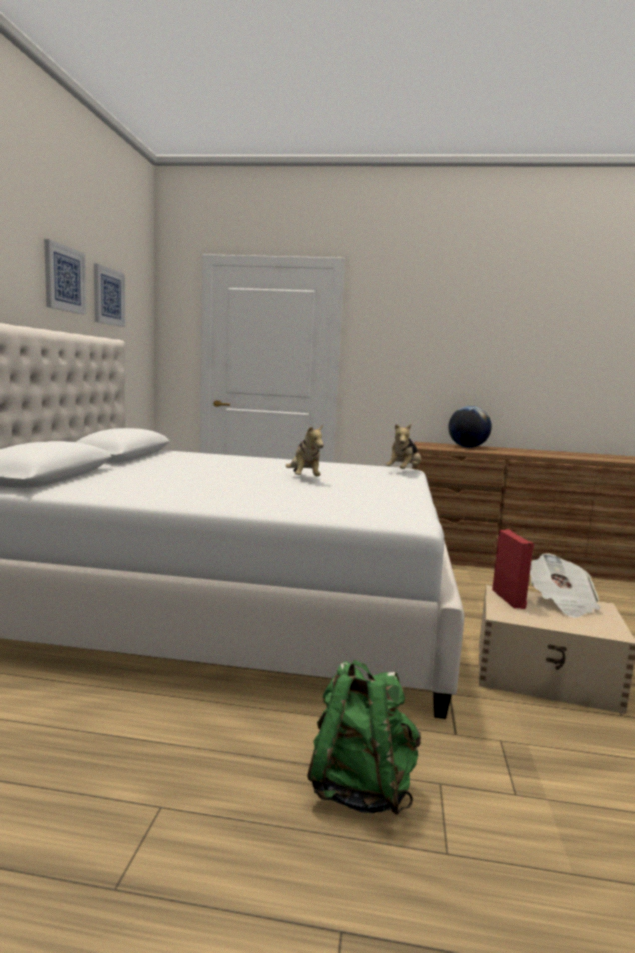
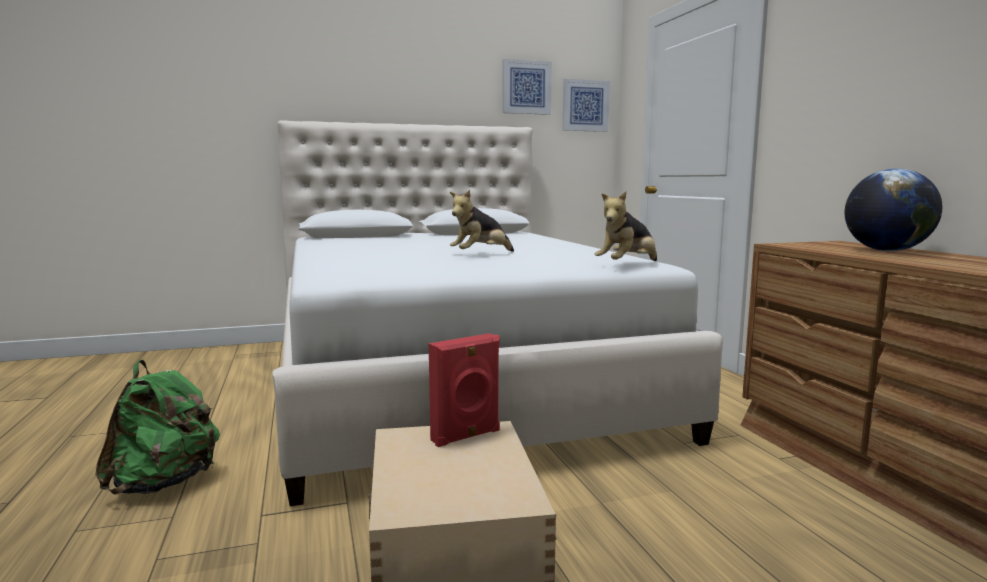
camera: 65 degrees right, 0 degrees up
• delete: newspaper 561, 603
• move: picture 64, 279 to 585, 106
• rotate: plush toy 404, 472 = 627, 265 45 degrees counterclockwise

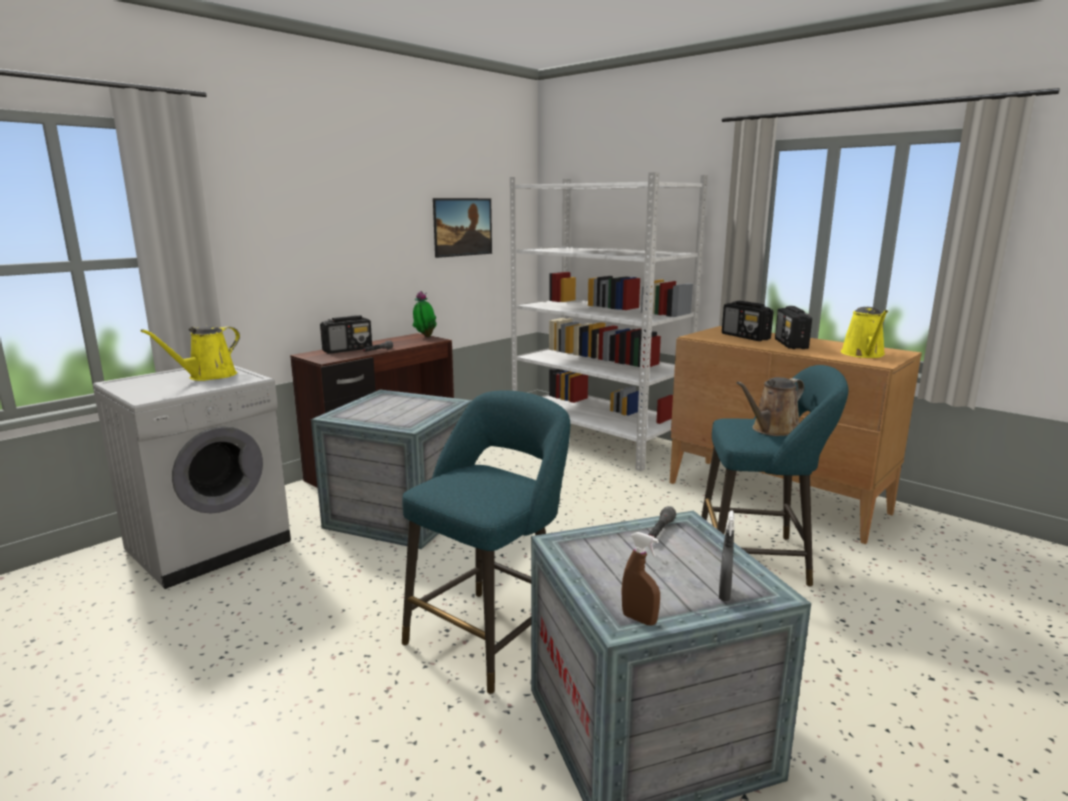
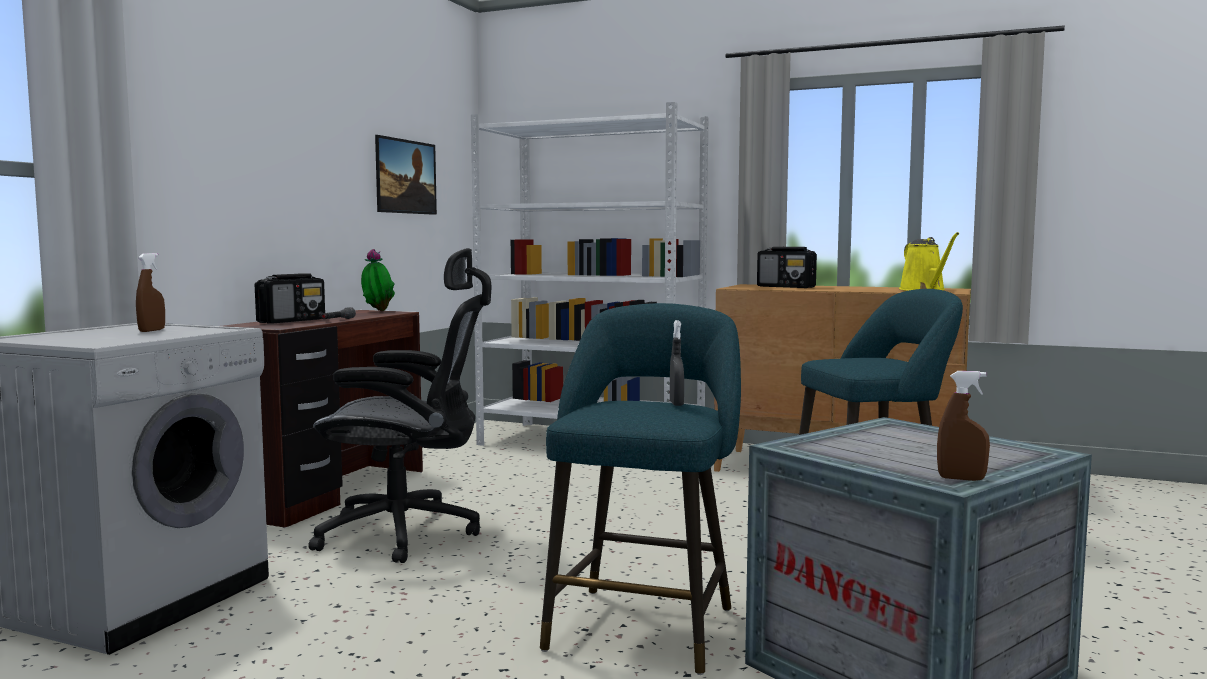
camera: 20 degrees left, 10 degrees down
• delete: flashlight in grey 660, 531
• delete: watering can in brown 772, 430
• delete: radio 791, 344
• move: spray bottle in grey 724, 594 to 676, 404
• replace: watering can in yellow 208, 376 to spray bottle in brown 152, 330
• replace: crate 401, 514 to office chair 406, 534

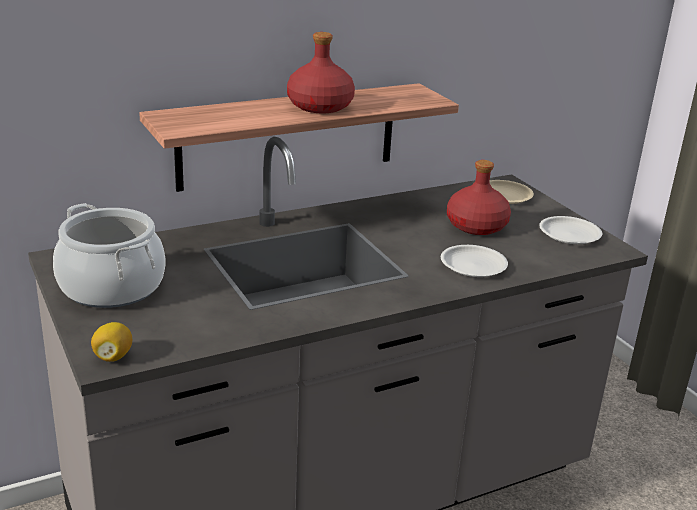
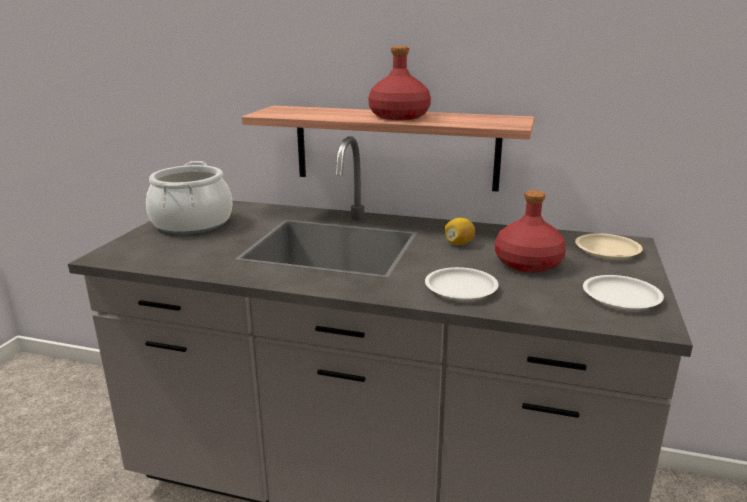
camera: 45 degrees right, 5 degrees down
• move: lemon 113, 356 to 458, 243

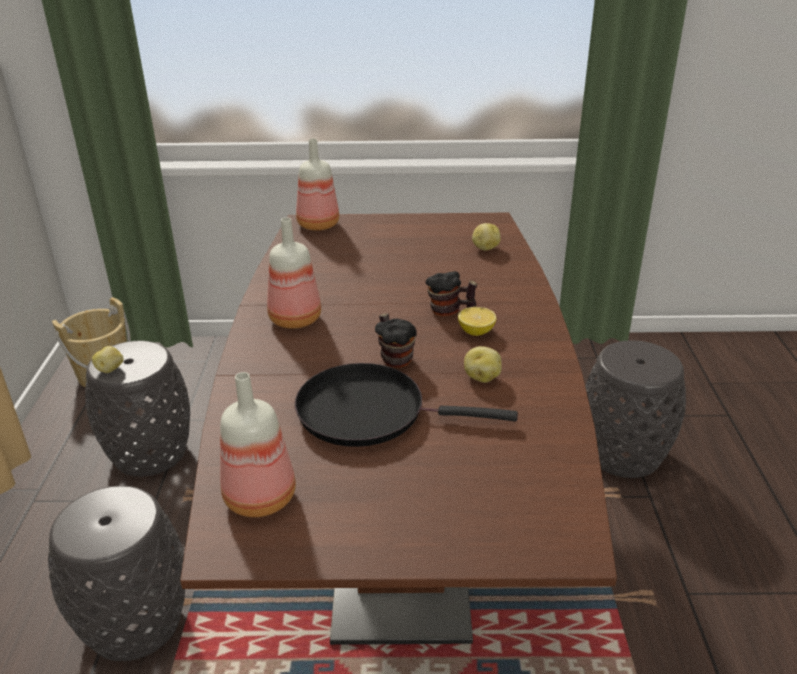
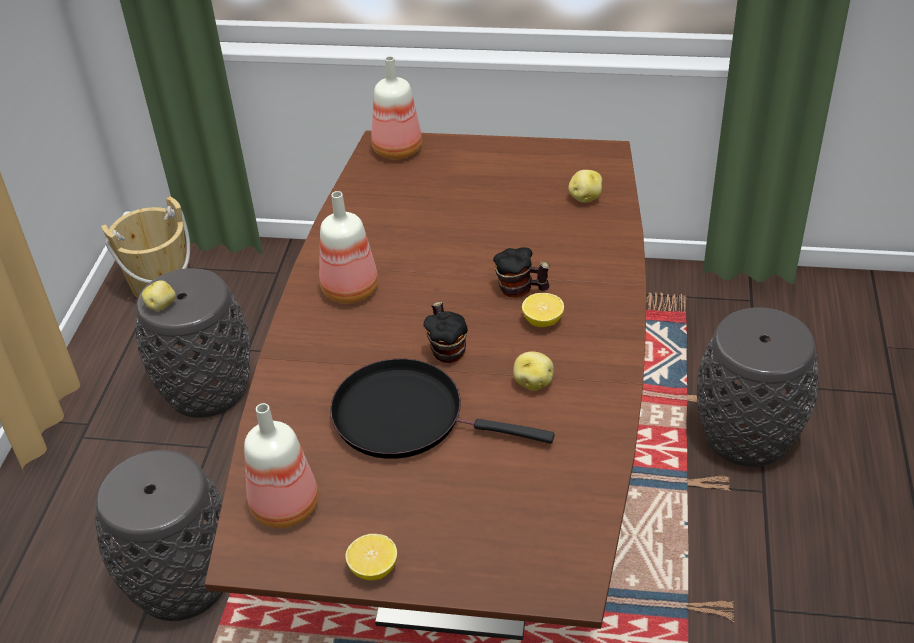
camera: 10 degrees right, 10 degrees up
• insert: lemon 373, 569

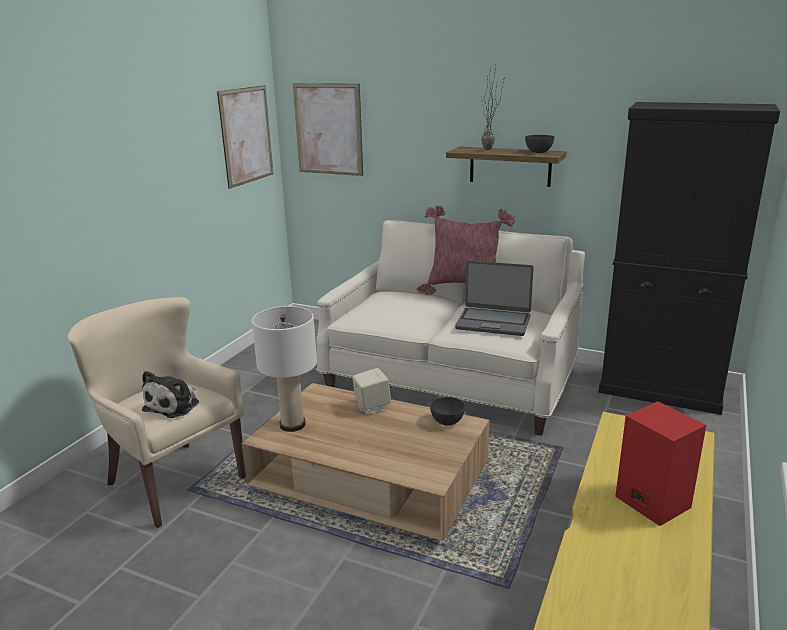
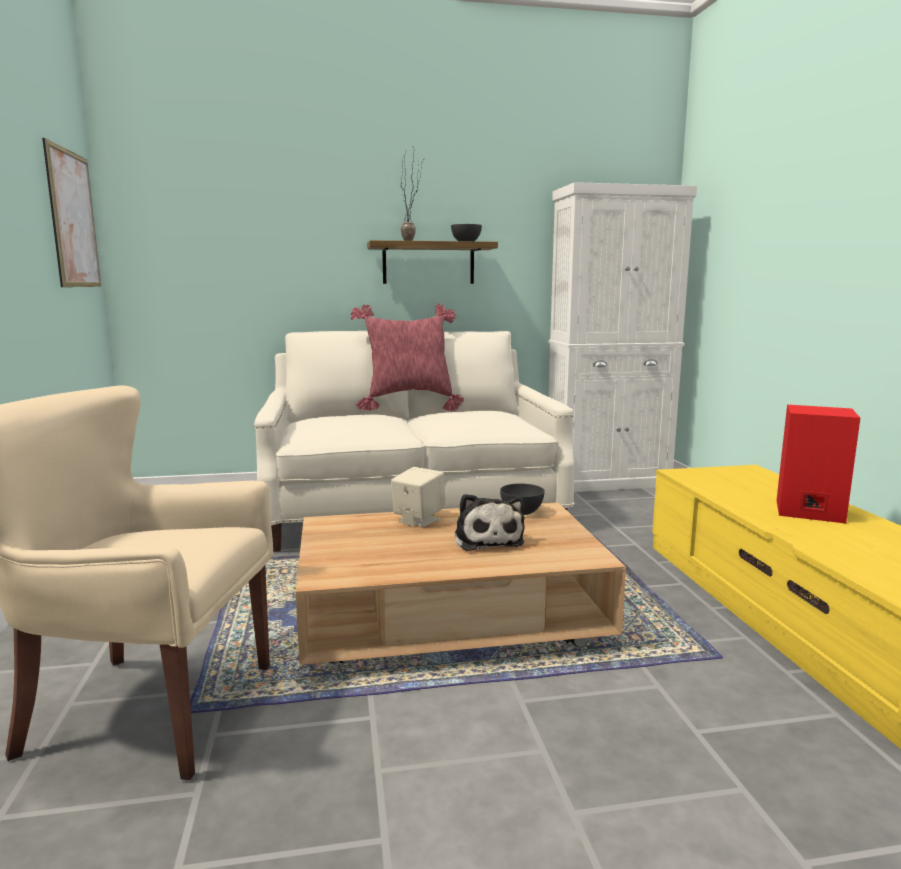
camera: 35 degrees left, 10 degrees down
• delete: table lamp in white 293, 424
• delete: picture 328, 129
• delete: laptop 493, 322
• move: plush toy 174, 405 to 487, 539
• recolor: cabinet in black 660, 390 to cabinet in white 607, 481

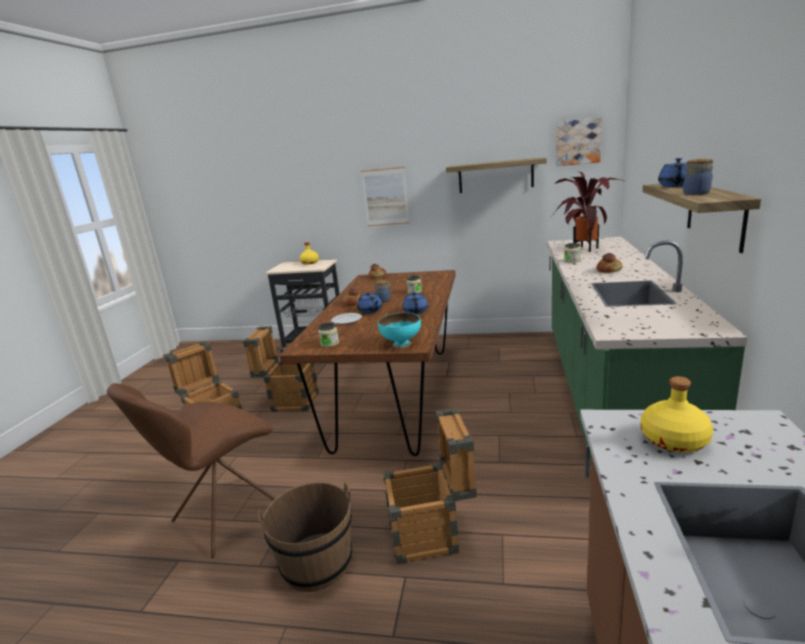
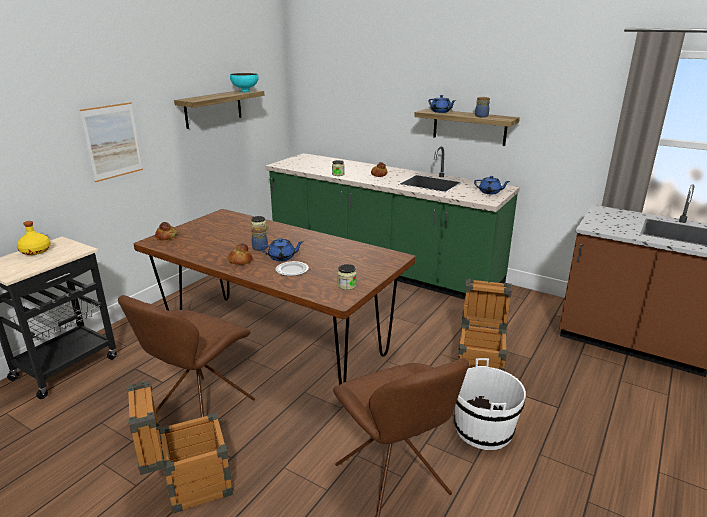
camera: 70 degrees left, 5 degrees up
• delete: potted plant 583, 249
• delete: picture 577, 142
• delete: bottle in yellow 673, 440
• move: bowl in turquoise 401, 344 to 245, 92
• move: teapot in blue 415, 312 to 490, 192
• replace: crate 289, 402 to chair in brown 200, 411
• recolor: bucket in brown 317, 562 to bucket in white 483, 429

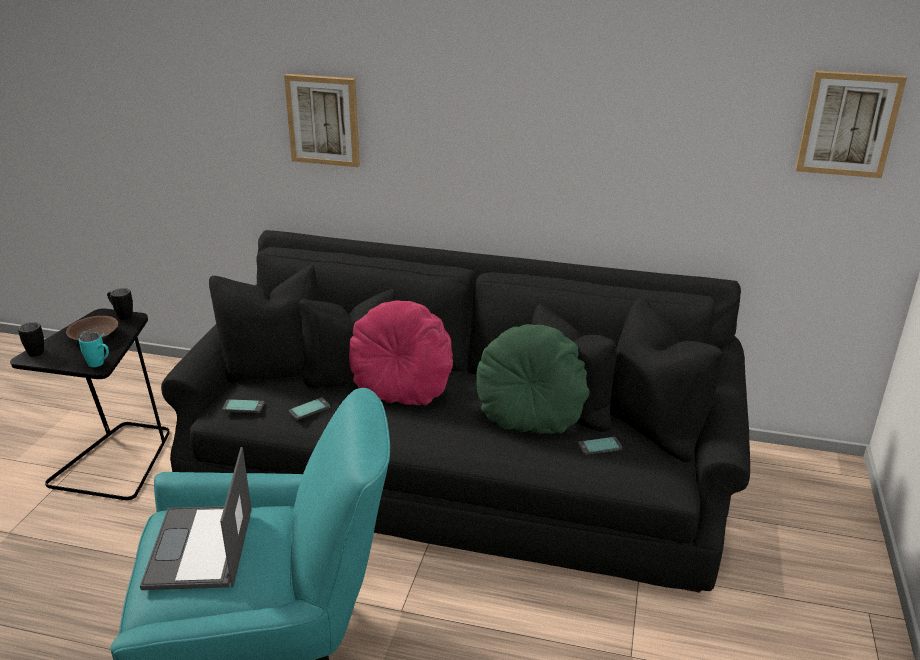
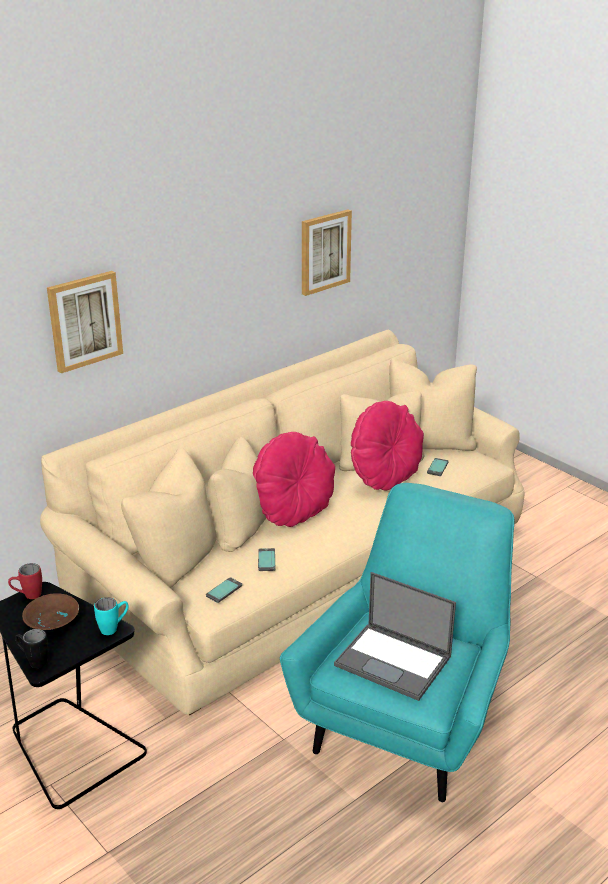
camera: 55 degrees left, 0 degrees up
• move: picture 848, 124 to 324, 251
• recolor: mug in black 121, 315 to mug in red 28, 596
• recolor: sofa in black 459, 472 to sofa in beige 304, 566
• recolor: pillow in green 530, 422 to pillow in pink 385, 479

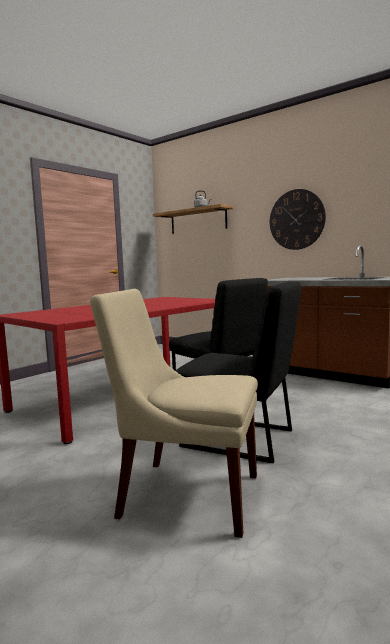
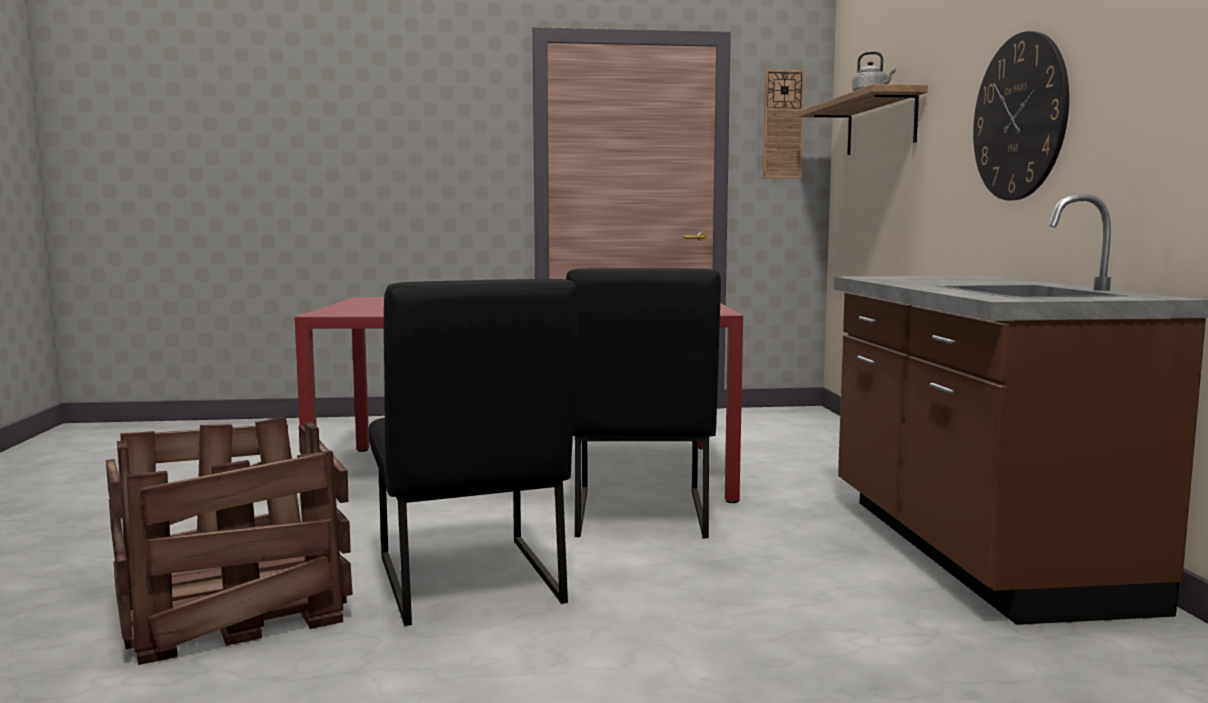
camera: 45 degrees right, 0 degrees up
• insert: wall clock 783, 124
• replace: chair in beige 185, 495 to crate 234, 606

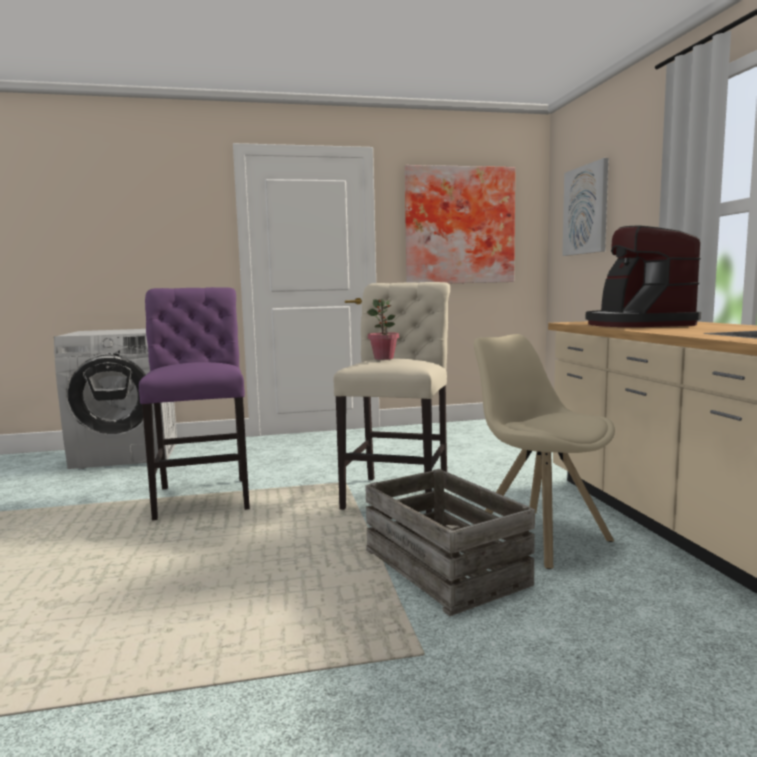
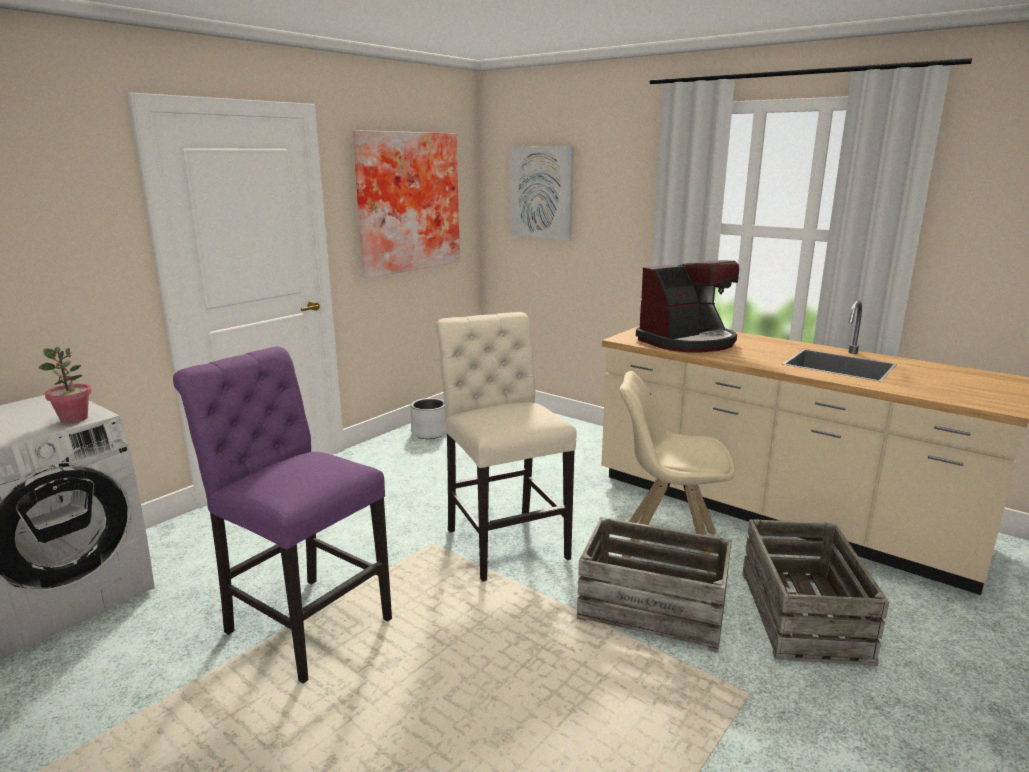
camera: 40 degrees left, 10 degrees up
• insert: planter in grey 429, 433
• insert: crate 801, 615
• move: potted plant 384, 358 to 74, 419
• rotate: coffee machine 636, 324 = 688, 342 75 degrees counterclockwise

